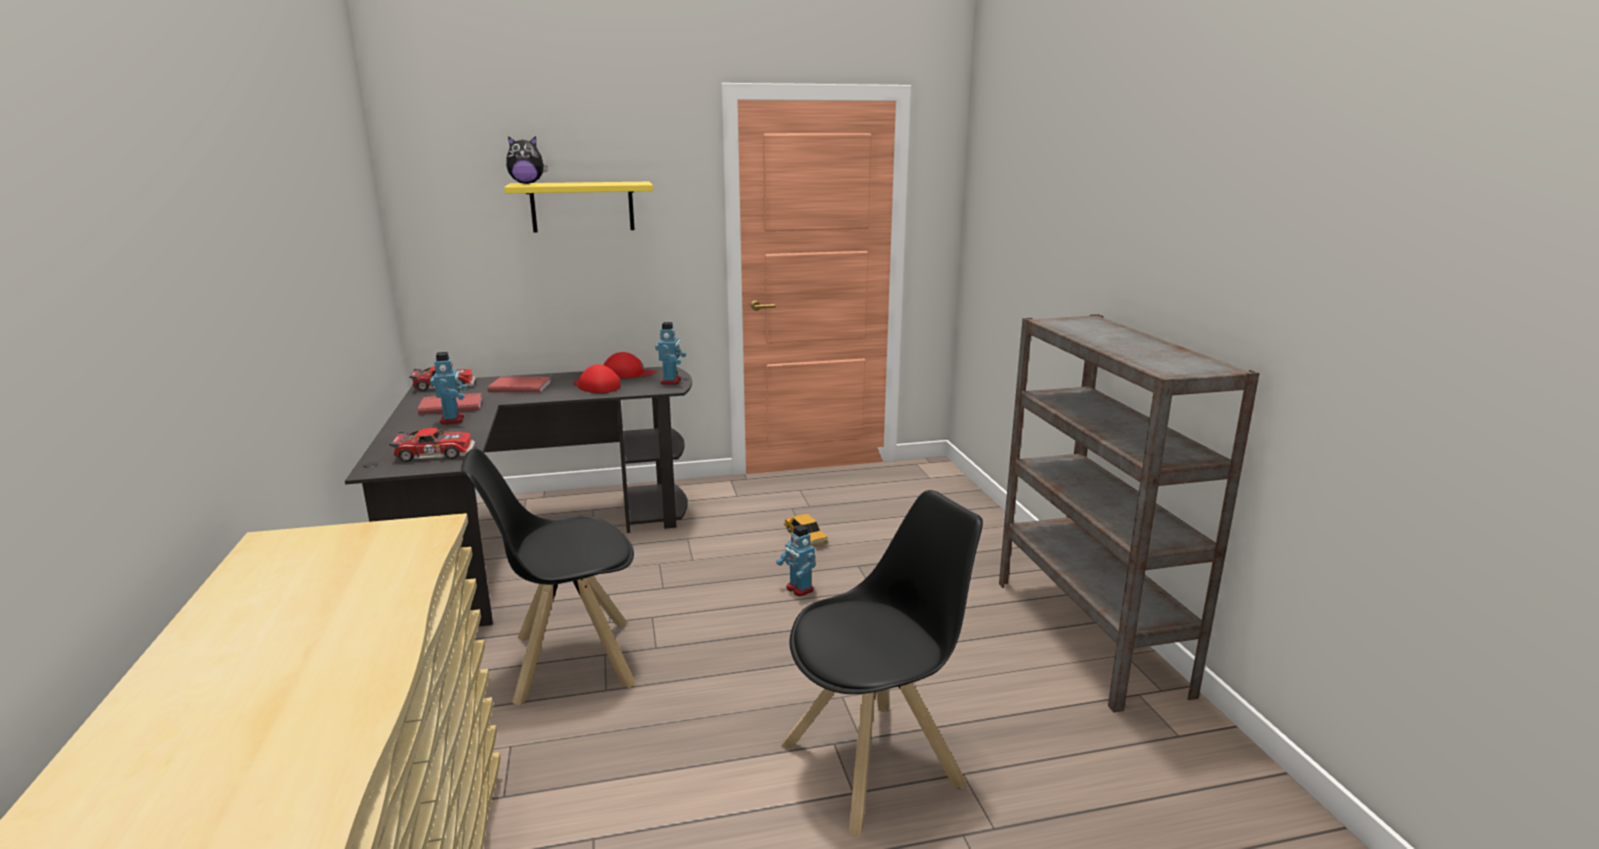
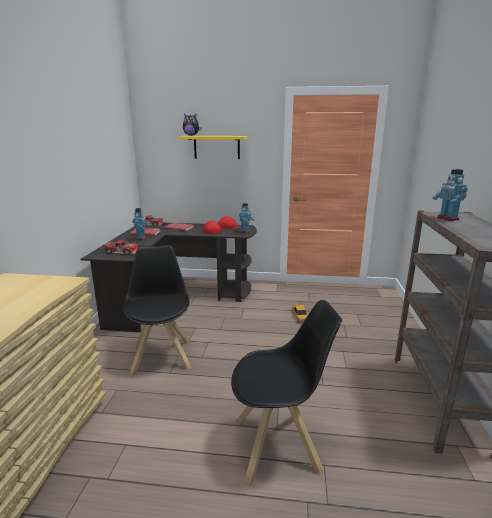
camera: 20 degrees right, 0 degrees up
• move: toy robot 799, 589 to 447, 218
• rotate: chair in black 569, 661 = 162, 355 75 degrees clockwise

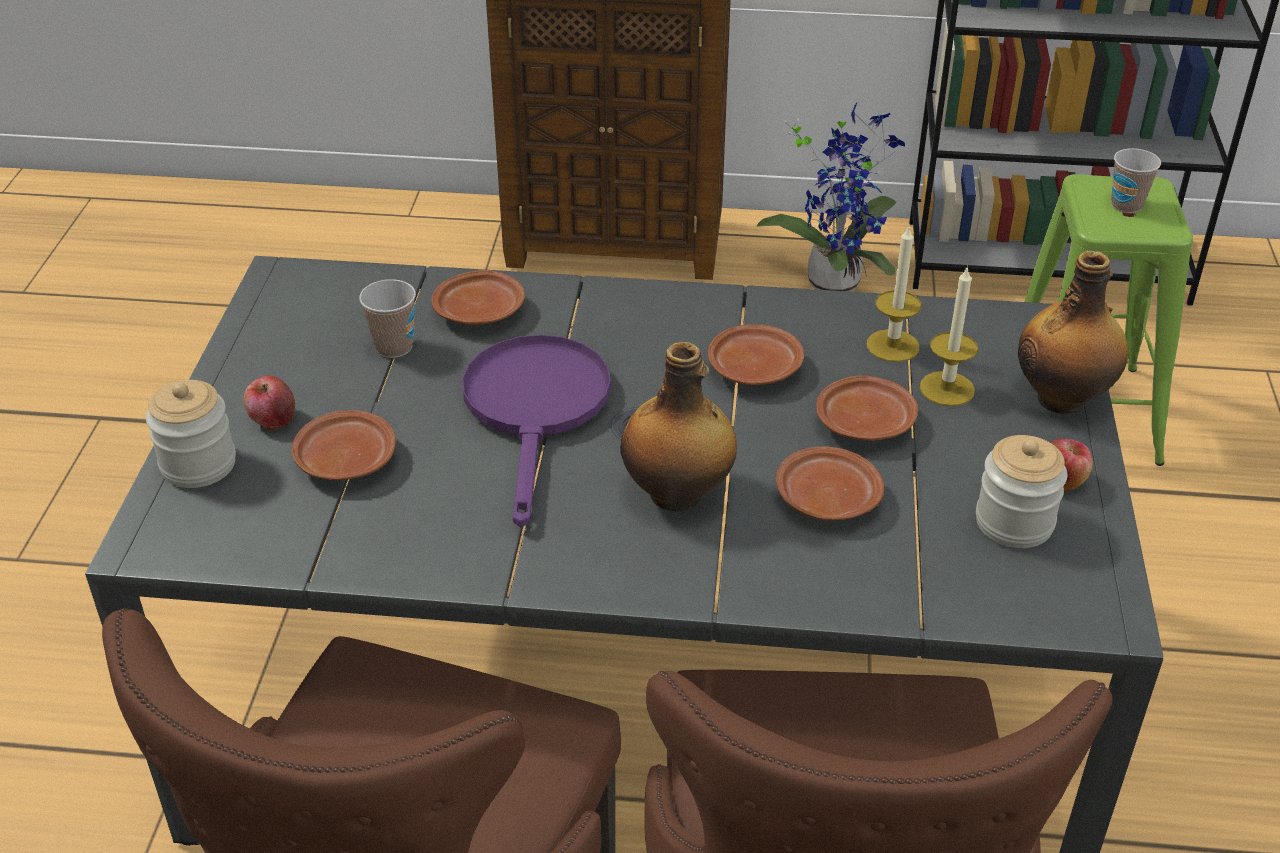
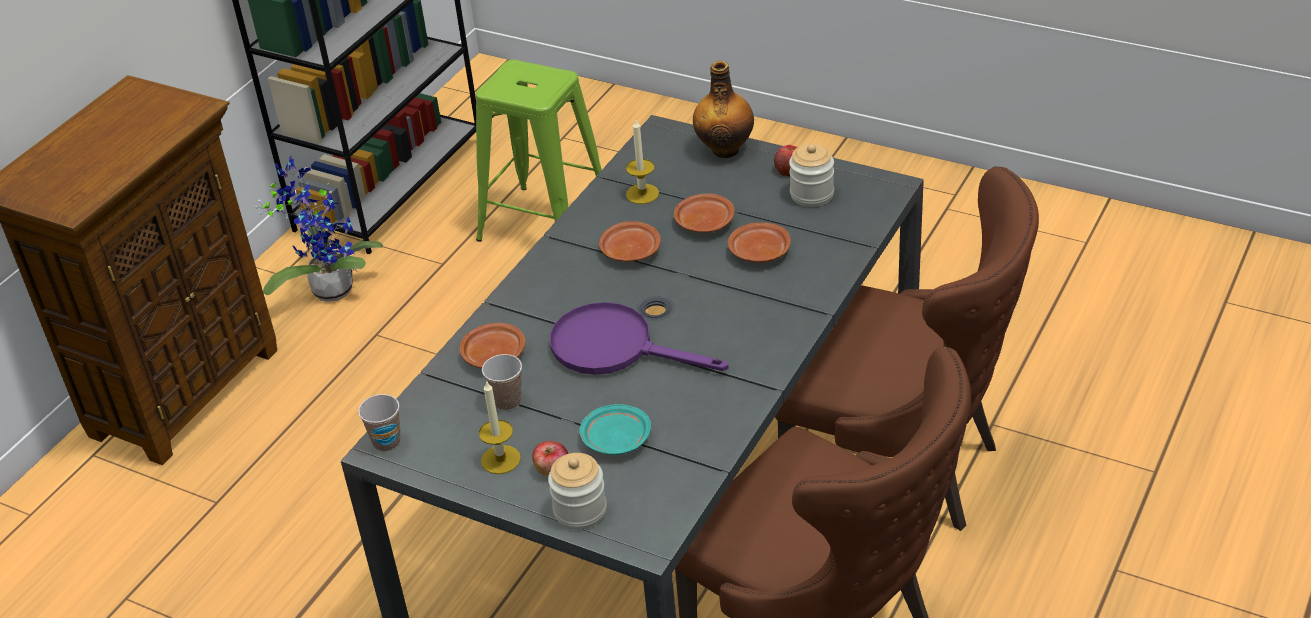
camera: 65 degrees left, 0 degrees up
• delete: bottle 678, 494
• move: candle 947, 389 to 500, 459
• move: cup 1126, 205 to 386, 442
• recolor: plate in brown 345, 459 to plate in turquoise 615, 439

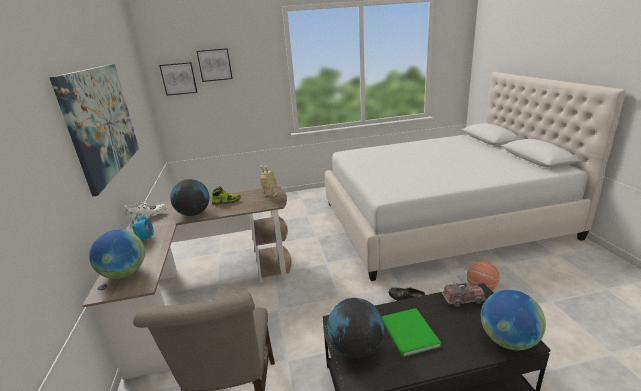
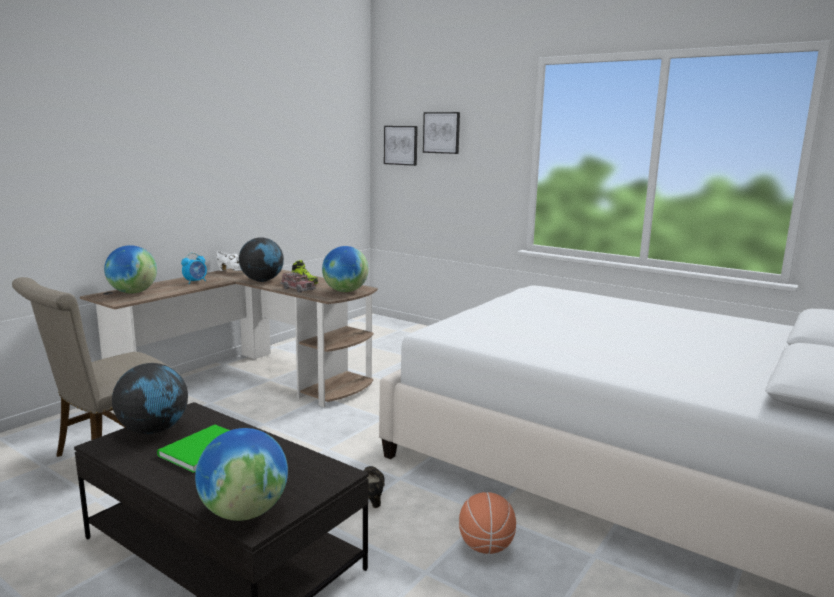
camera: 45 degrees right, 10 degrees down
• delete: picture 102, 121
• move: toy truck 462, 299 to 298, 289
• replace: toy robot 269, 196 to globe 345, 291

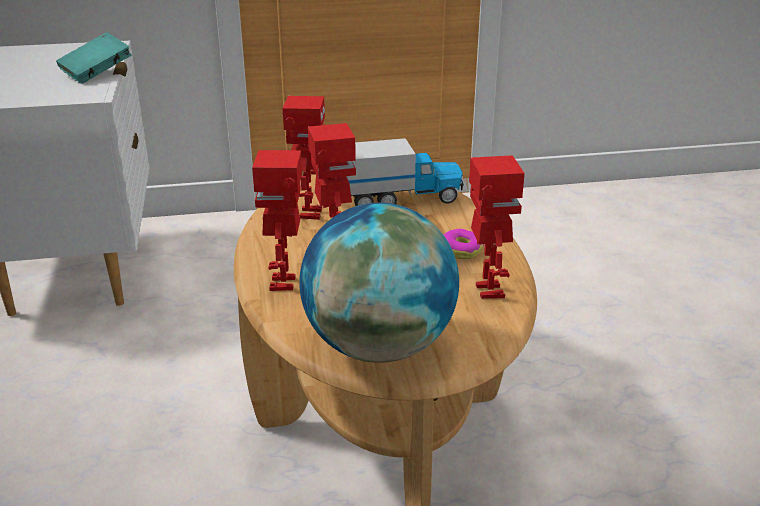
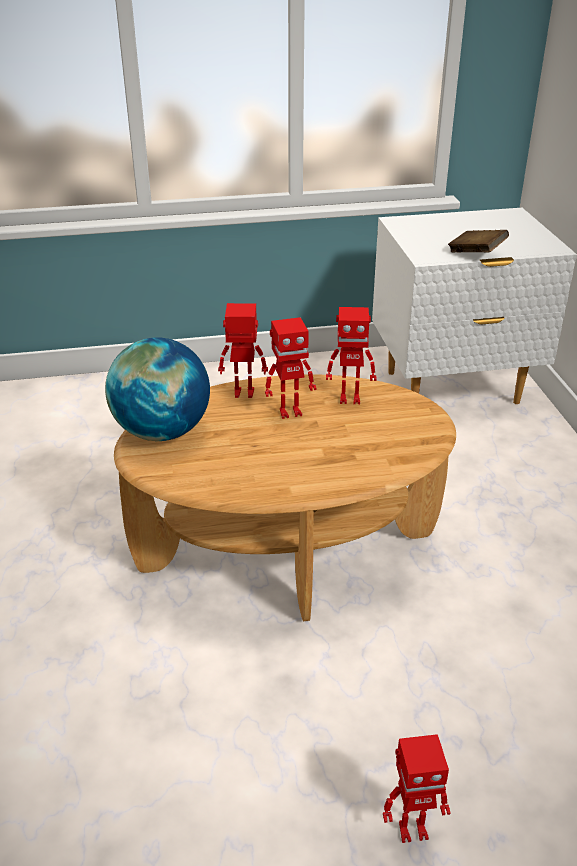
camera: 90 degrees right, 5 degrees up
• delete: toy truck 400, 198
• delete: donut 461, 250
• move: toy robot 487, 291 to 412, 829
• recolor: book in turquoise 97, 74 to book in brown 476, 254

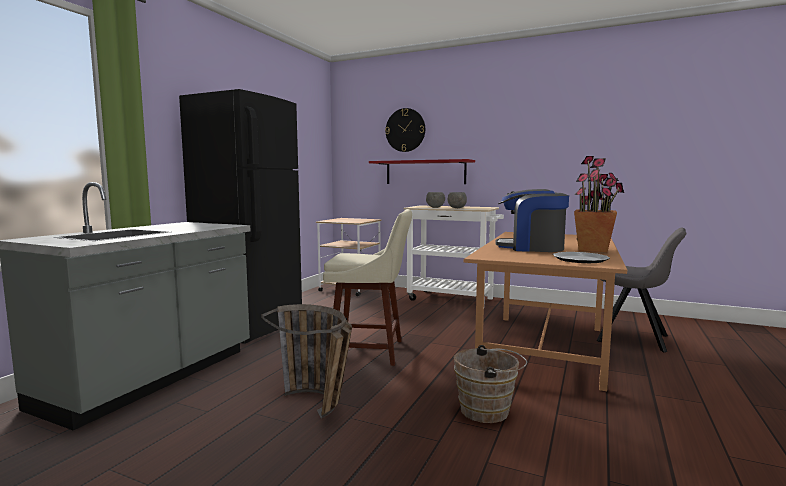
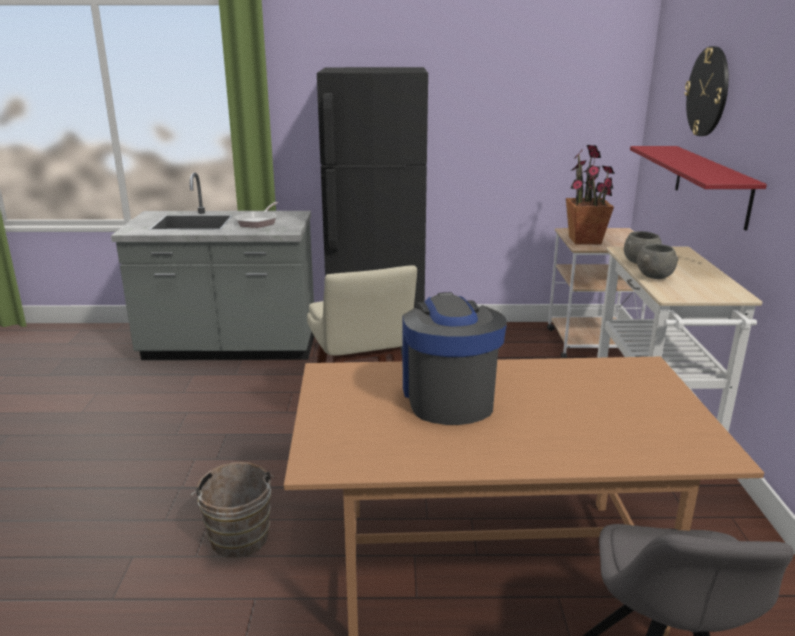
camera: 65 degrees right, 15 degrees up
• delete: basket 320, 408
• delete: plate 580, 259
• insert: frying pan 258, 221
• move: potted plant 593, 249 to 585, 240

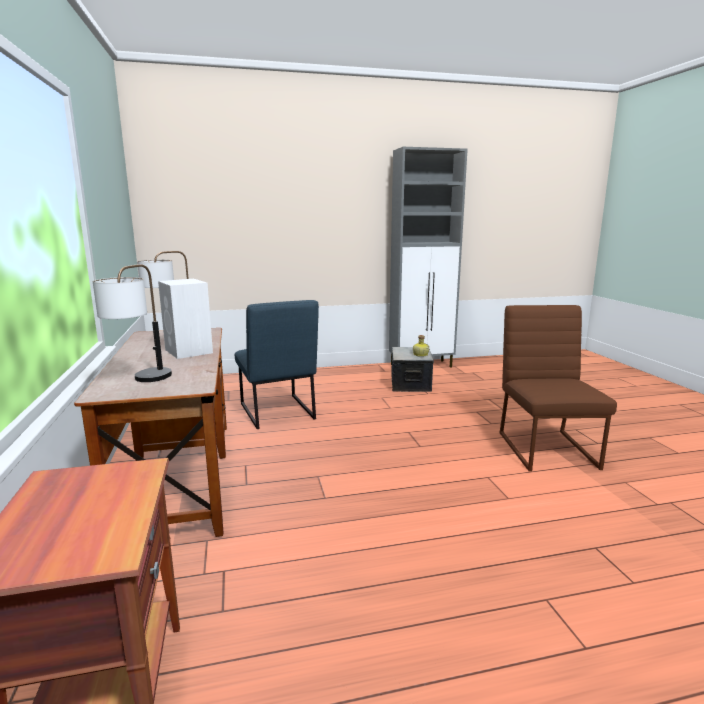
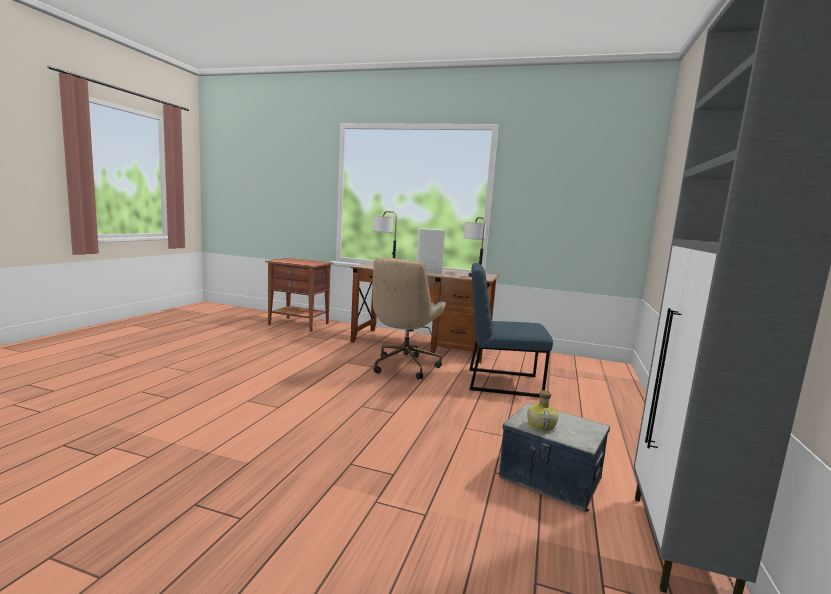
camera: 120 degrees right, 5 degrees down
• delete: chair in brown 546, 448
• insert: office chair in grey 404, 367

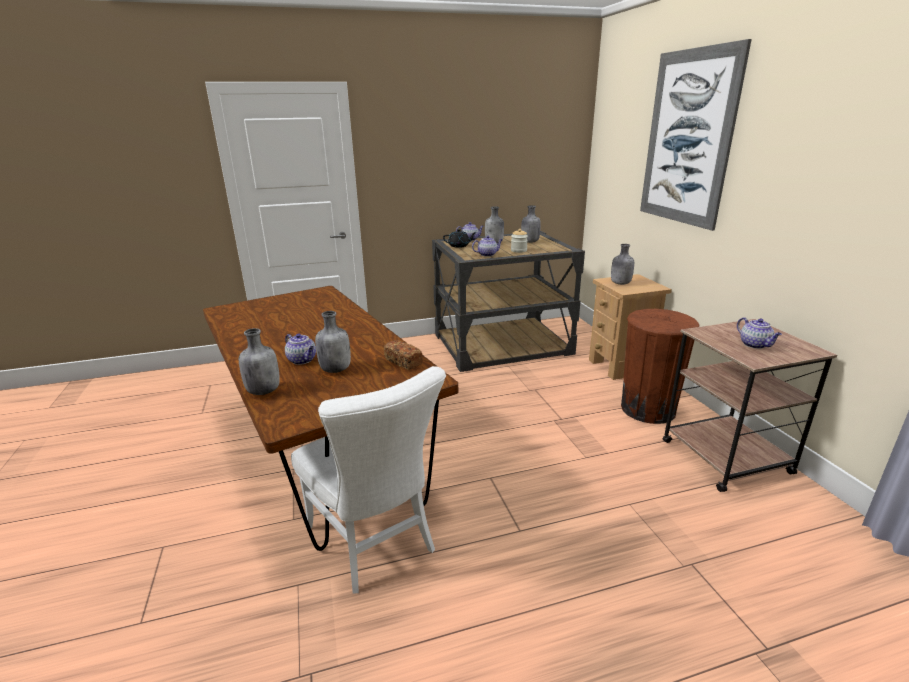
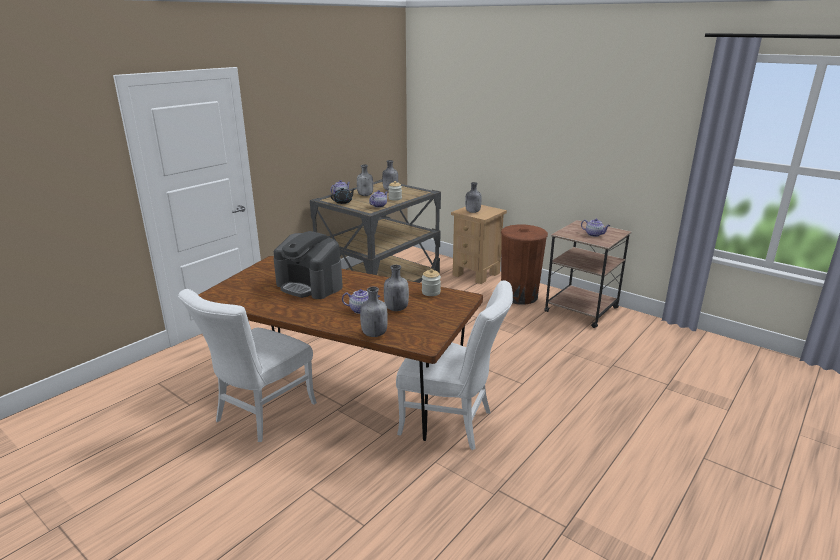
camera: 35 degrees left, 0 degrees up
• delete: picture 688, 138
• insert: chair in white 260, 414
• insert: coffee machine 310, 285
• replace: bread 403, 362 to jar 431, 292

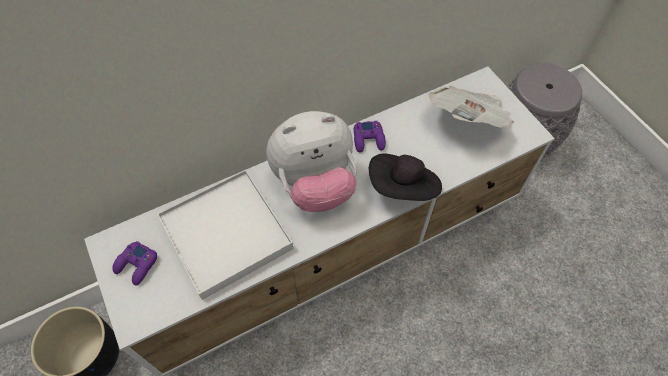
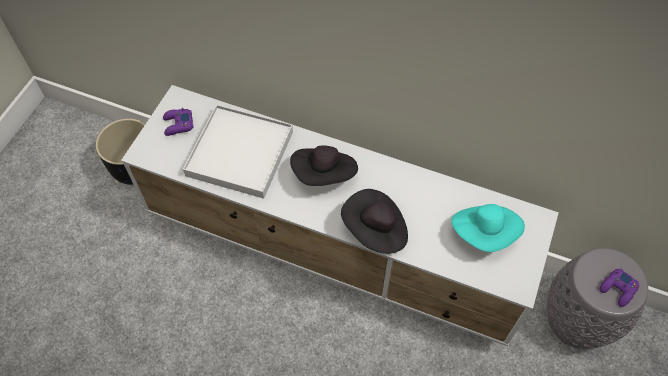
camera: 50 degrees right, 0 degrees up
• move: game controller in purple 369, 139 to 618, 289
• replace: plush toy 315, 185 to hat in black 325, 175
• replace: newspaper 468, 120 to hat in turquoise 485, 233

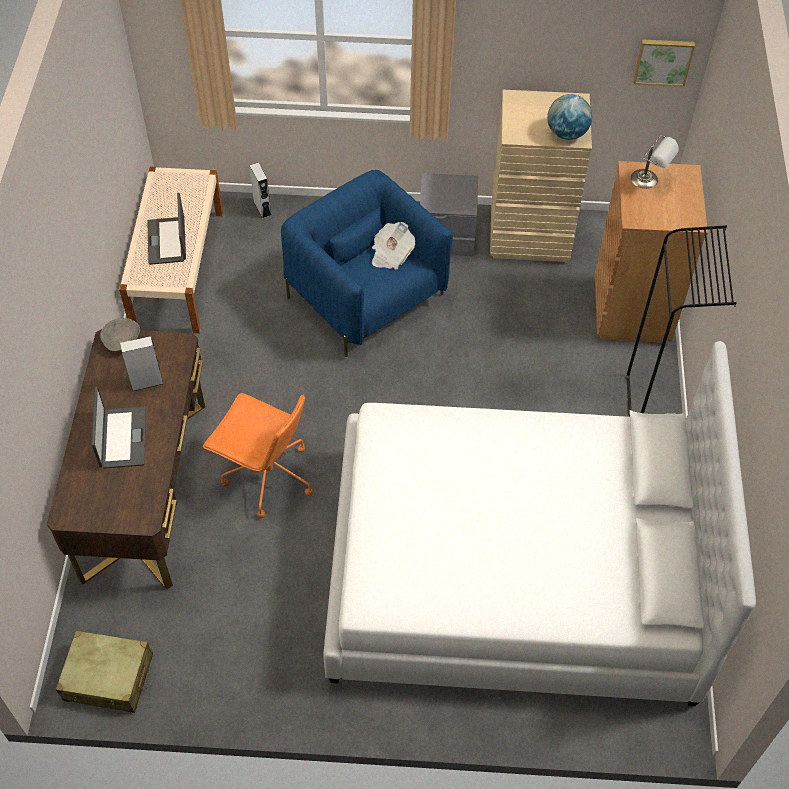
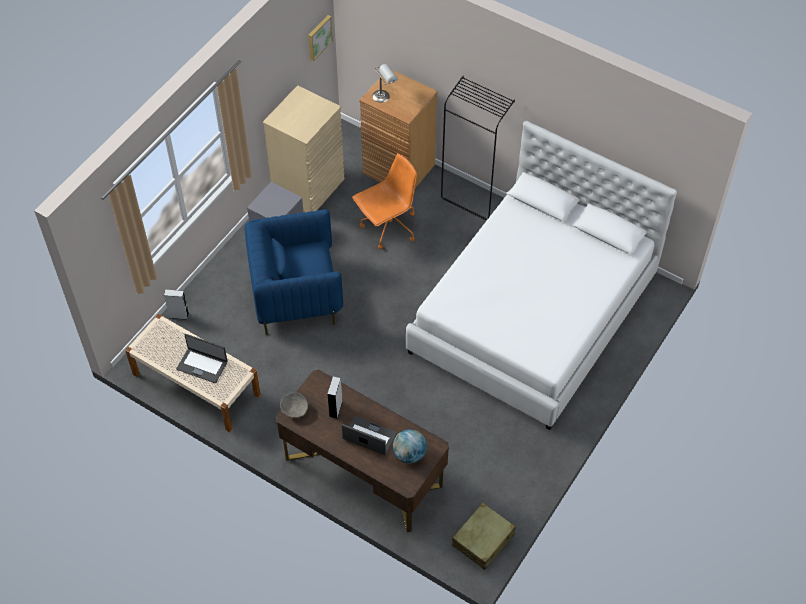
camera: 60 degrees left, 0 degrees up
• delete: newspaper 391, 254
• move: office chair in orange 265, 476 to 387, 228
• move: globe 567, 133 to 409, 454

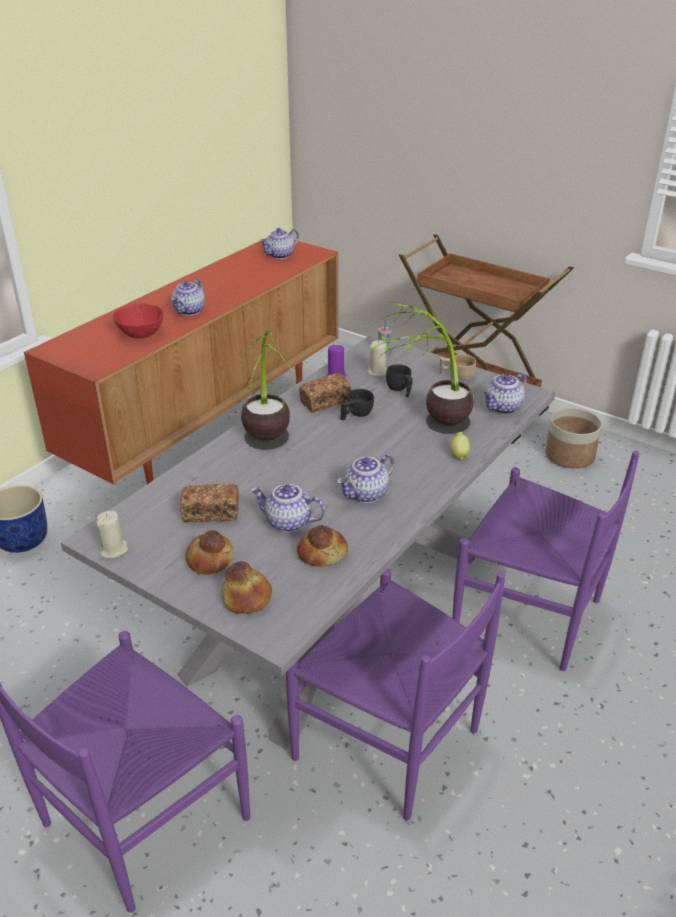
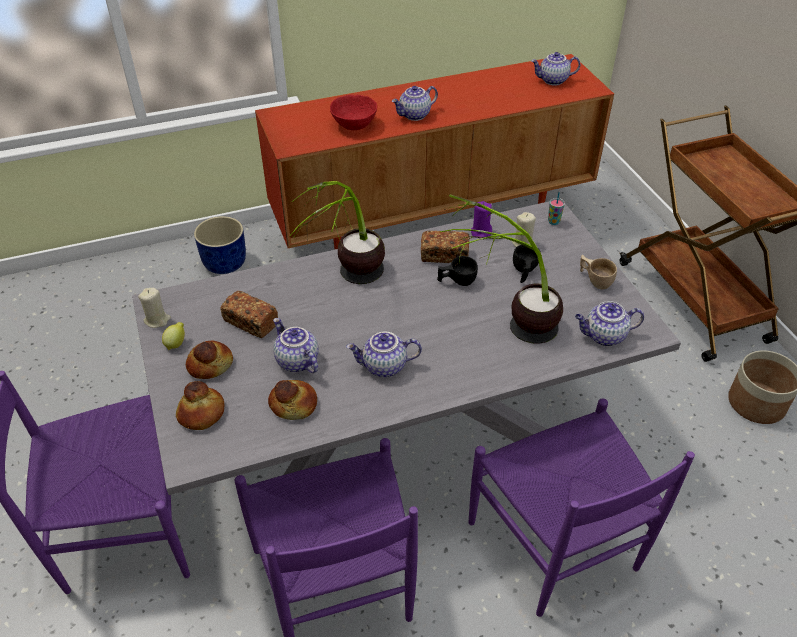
camera: 35 degrees right, 10 degrees up
• move: lemon 459, 455 to 176, 343

